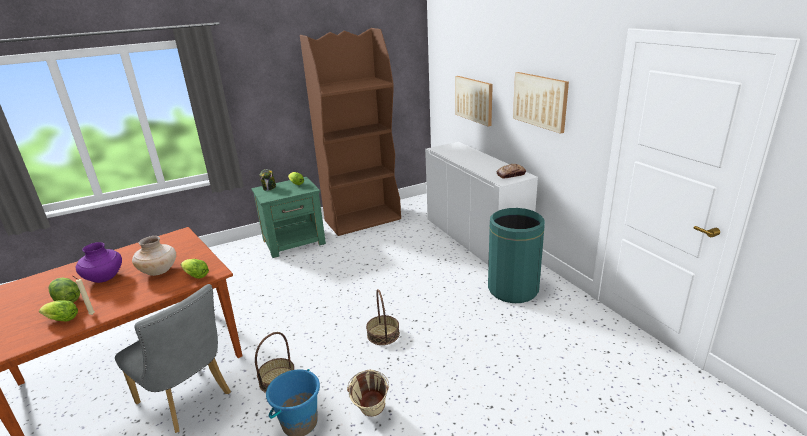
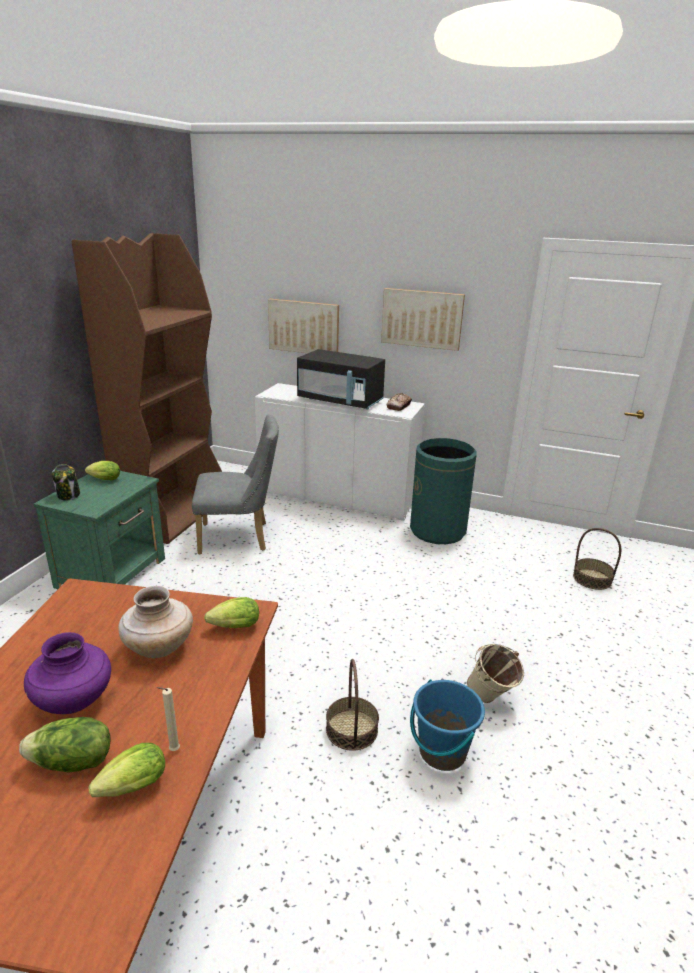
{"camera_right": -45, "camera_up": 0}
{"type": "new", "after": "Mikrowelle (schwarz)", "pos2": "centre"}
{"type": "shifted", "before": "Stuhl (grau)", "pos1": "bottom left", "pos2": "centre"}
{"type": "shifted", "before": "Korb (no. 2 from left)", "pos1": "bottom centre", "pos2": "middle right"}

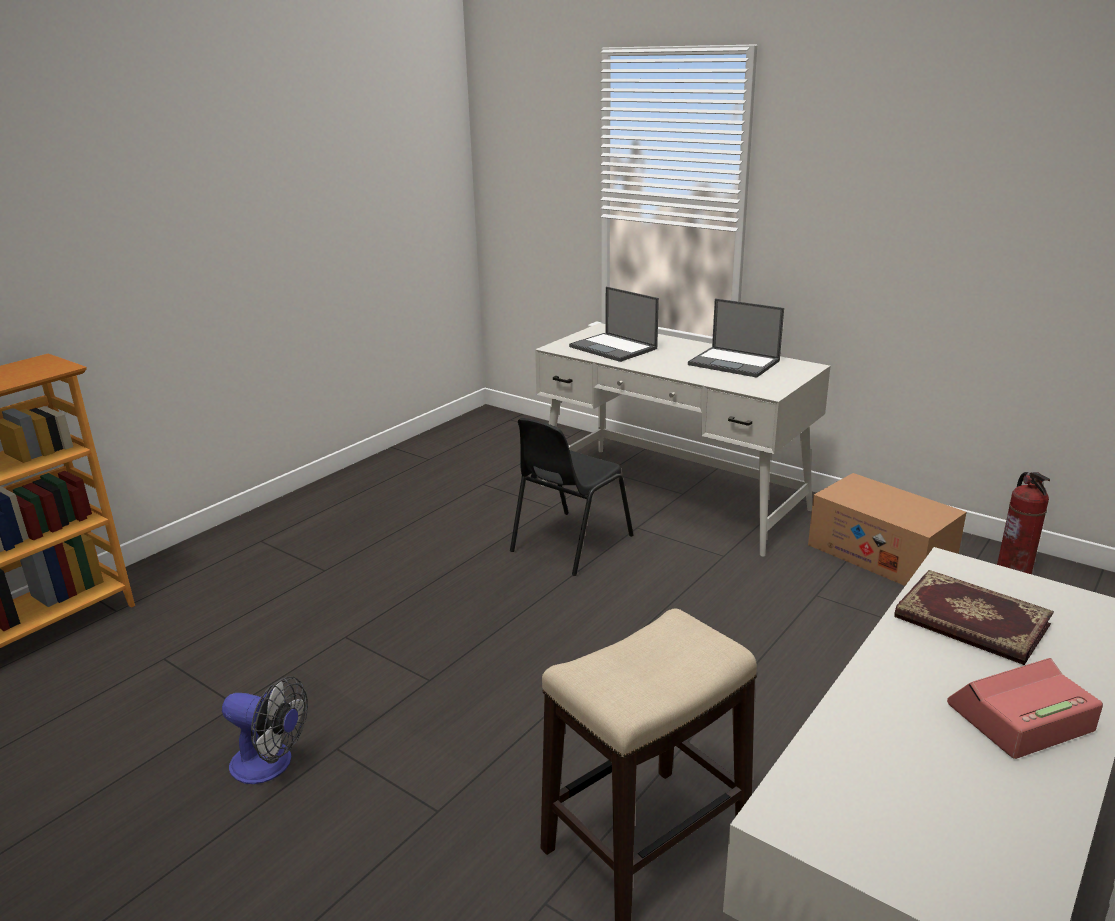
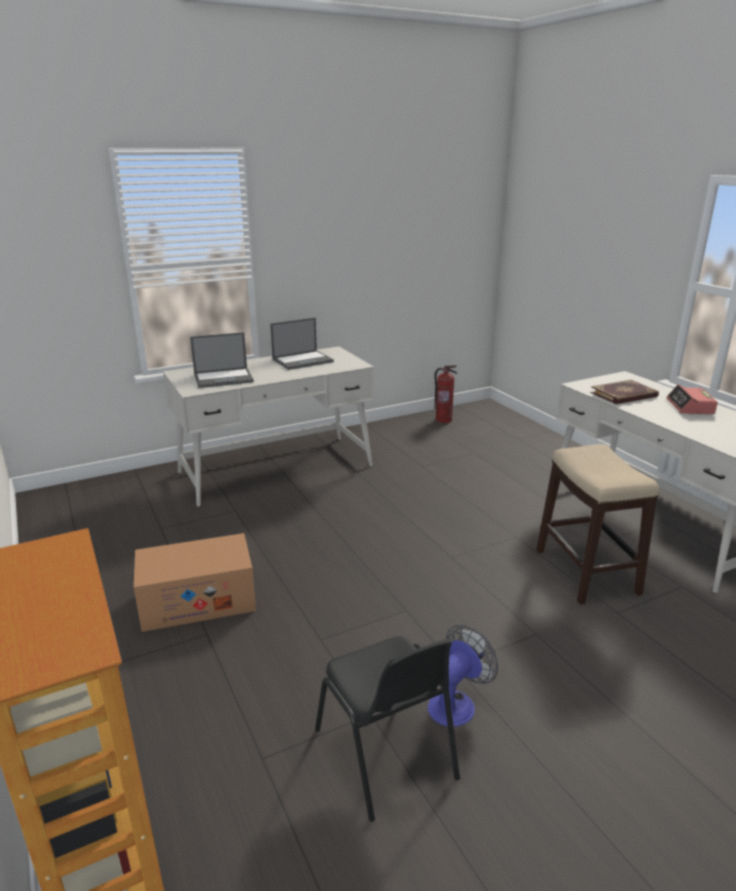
{"camera_right": -65, "camera_up": 0}
{"type": "shifted", "before": "Stuhl (schwarz)", "pos1": "centre", "pos2": "bottom centre"}
{"type": "shifted", "before": "Karton", "pos1": "middle right", "pos2": "middle left"}

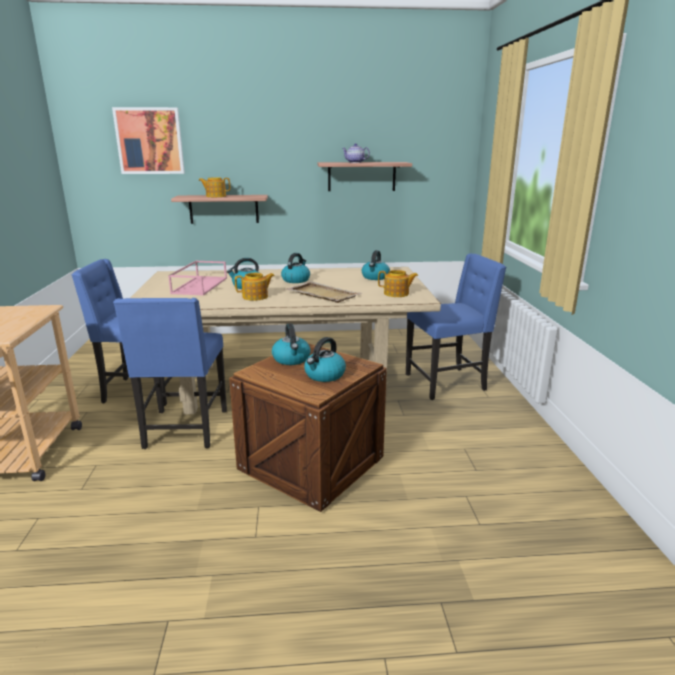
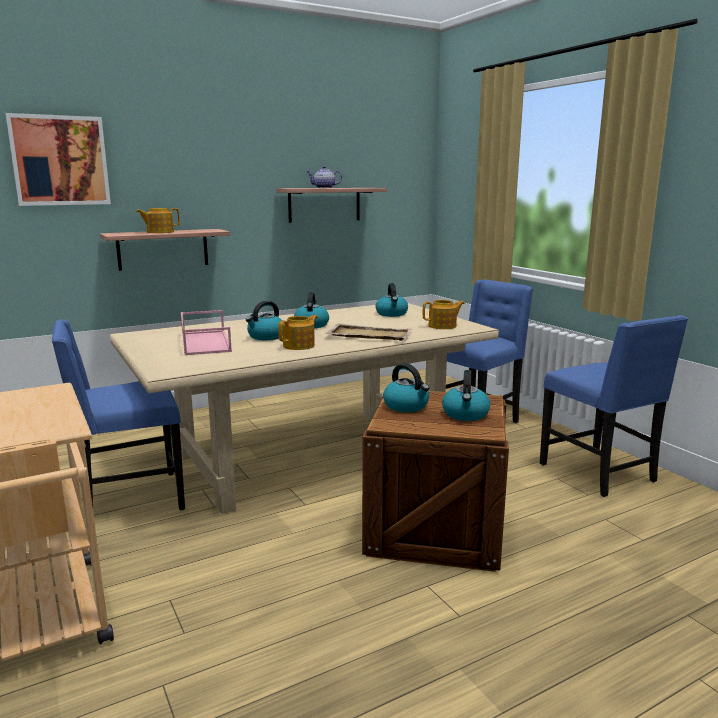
{"camera_right": -25, "camera_up": -5}
{"type": "shifted", "before": "Stuhl (blau) (no. 2 from left in the first image)", "after": "Stuhl (blau) (no. 3 from left)", "pos1": "middle left", "pos2": "middle right"}

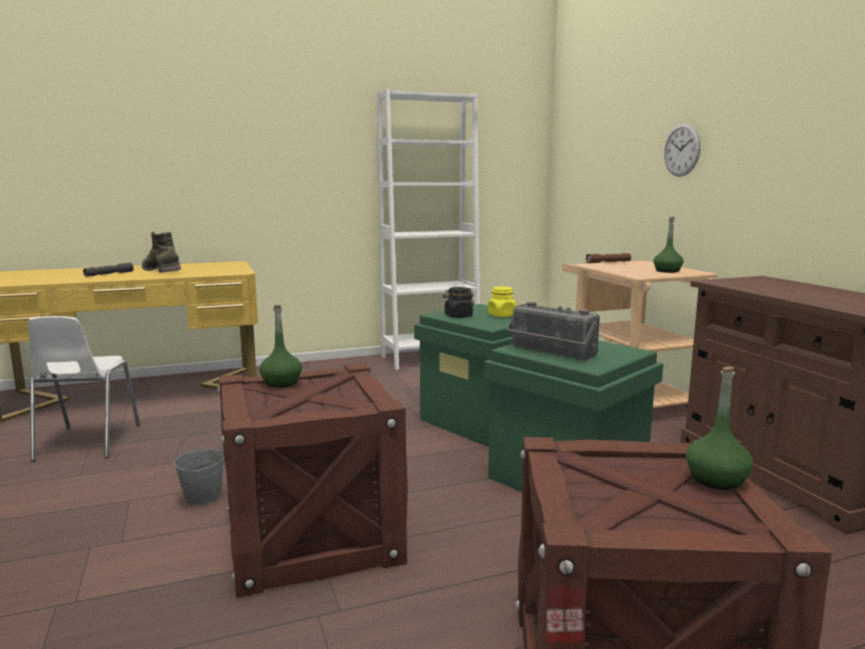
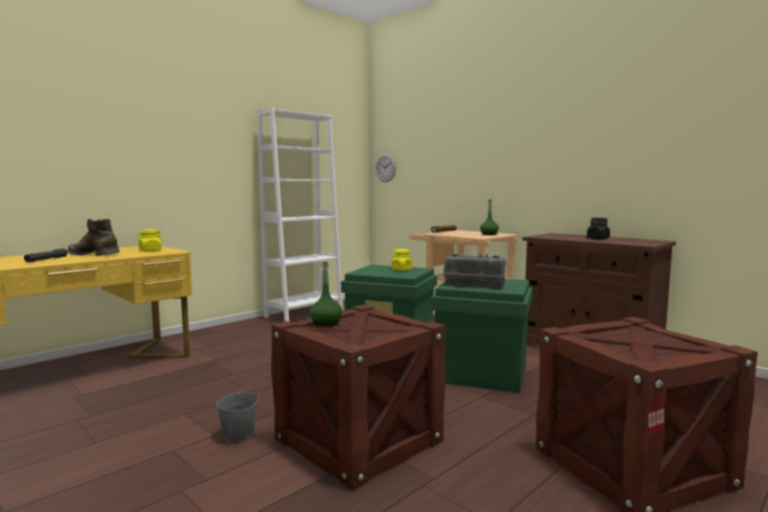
{"camera_right": -25, "camera_up": -5}
{"type": "gone", "before": "Stuhl (weiß)", "pos1": "middle left"}
{"type": "gone", "before": "Flasche (grün) (no. 3 from left)", "pos1": "middle right"}
{"type": "new", "after": "Vorratsglas (gelb) (no. 1 from left)", "pos2": "middle left"}
{"type": "shifted", "before": "Vorratsglas (schwarz)", "pos1": "centre", "pos2": "middle right"}
{"type": "shifted", "before": "Wanduhr", "pos1": "top right", "pos2": "top centre"}

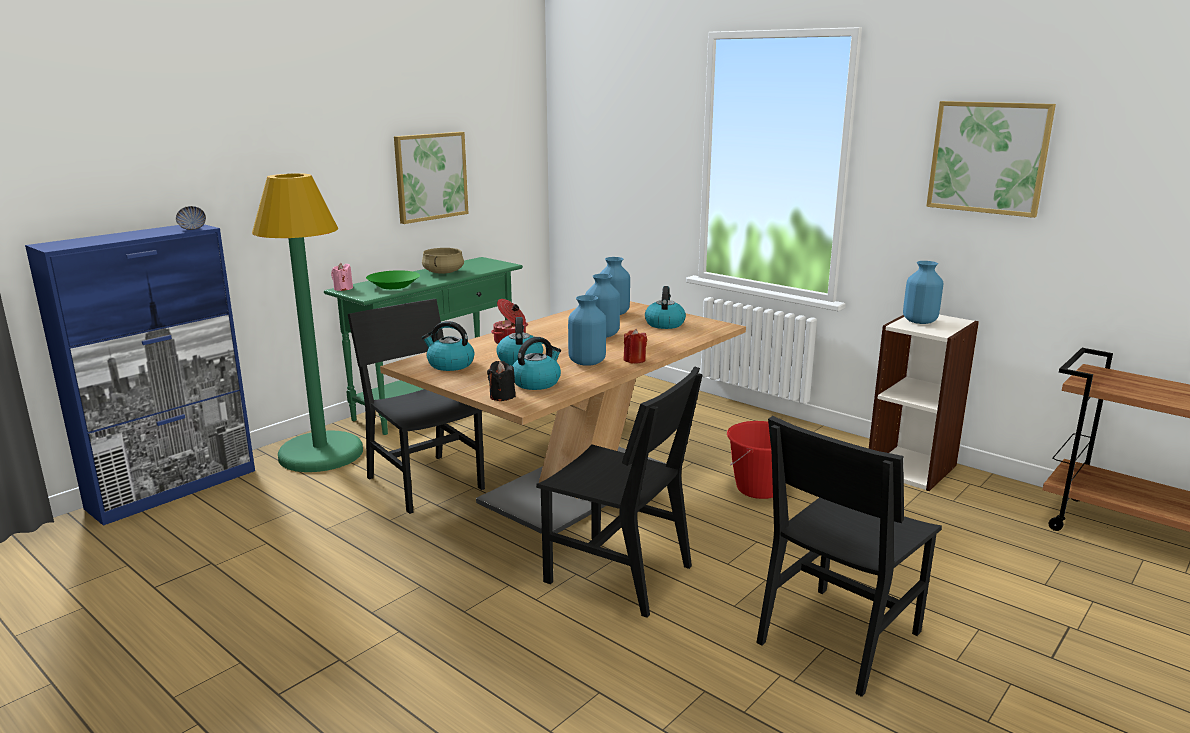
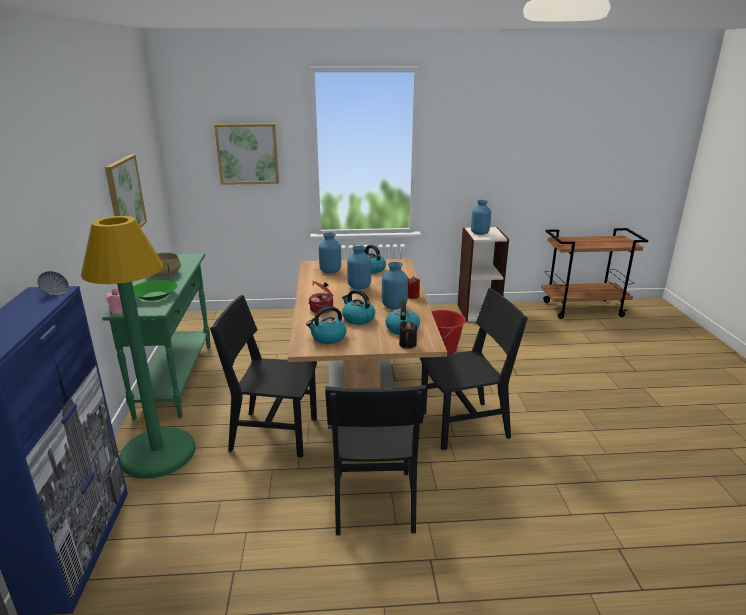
{"camera_right": -45, "camera_up": 5}
{"type": "shifted", "before": "Stuhl (schwarz) (no. 3 from left in the first image)", "after": "Stuhl (schwarz) (no. 2 from left)", "pos1": "bottom right", "pos2": "bottom centre"}
{"type": "shifted", "before": "Bild (no. 2 from left)", "pos1": "top right", "pos2": "top left"}

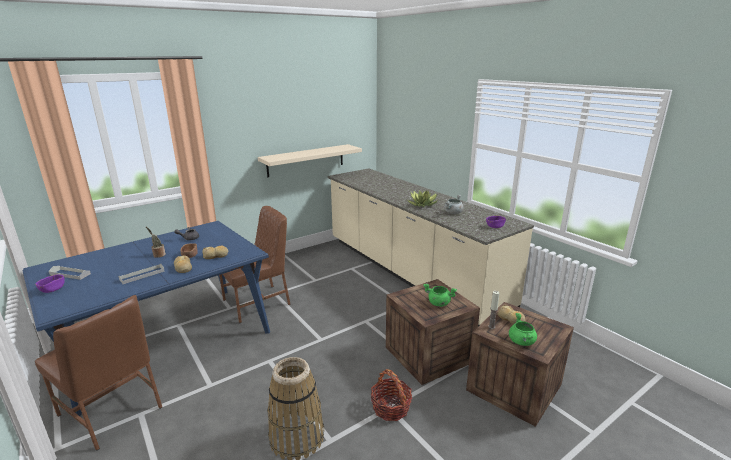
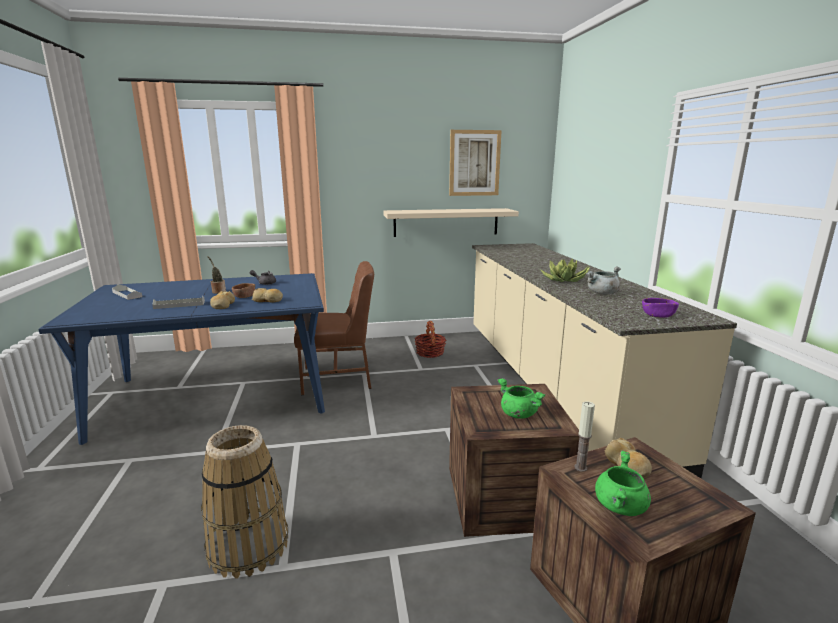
{"camera_right": 25, "camera_up": -5}
{"type": "gone", "before": "Stuhl (braun) (no. 1 from left)", "pos1": "bottom left"}
{"type": "gone", "before": "Schüssel (lila) (no. 1 from left)", "pos1": "middle left"}
{"type": "new", "after": "Bild", "pos2": "top centre"}
{"type": "shifted", "before": "Korb (no. 2 from left)", "pos1": "bottom centre", "pos2": "centre"}

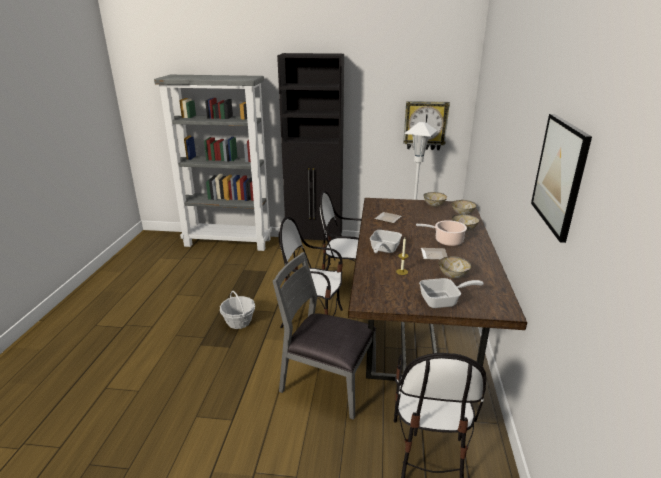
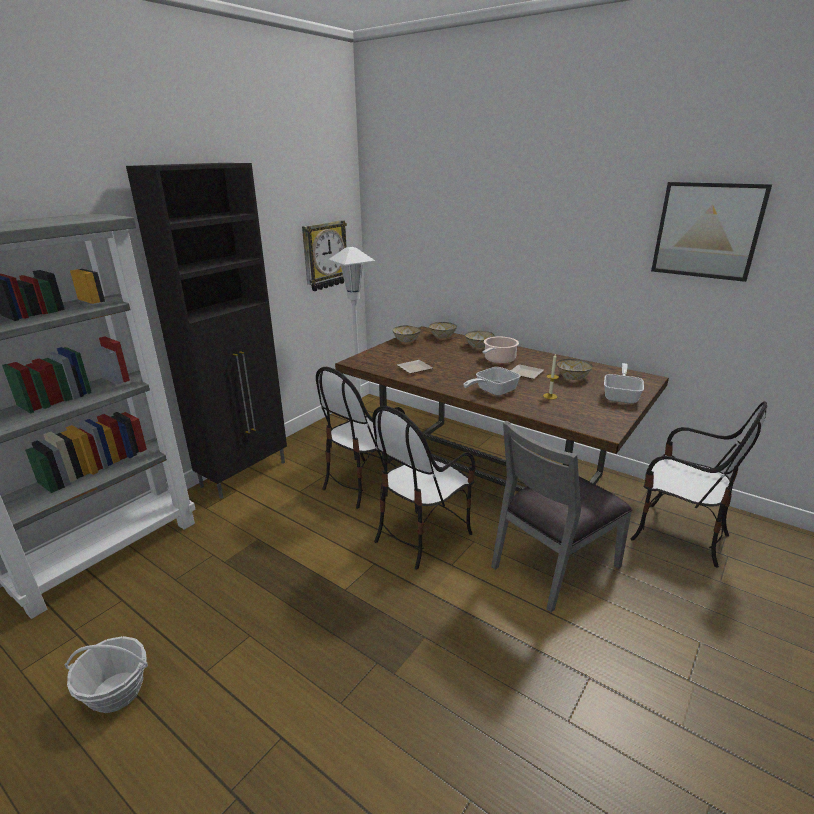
{"camera_right": -60, "camera_up": 0}
{"type": "shifted", "before": "Korb", "pos1": "centre", "pos2": "bottom left"}
{"type": "rotated", "before": "Pfanne (no. 1 from left)", "pos1": "centre", "pos2": "centre", "turn": 90}

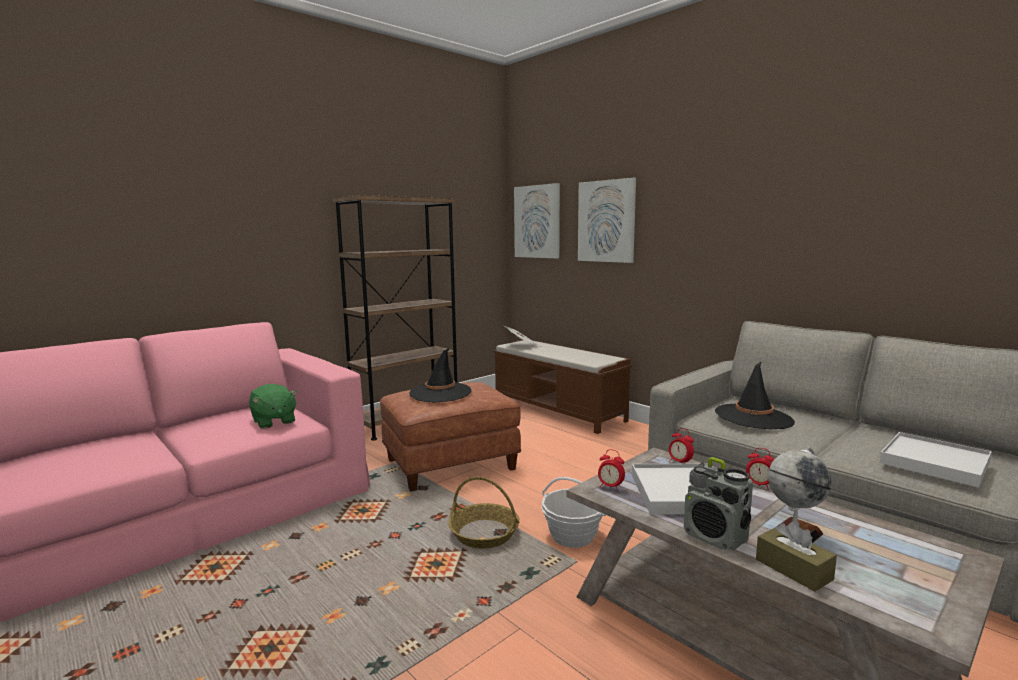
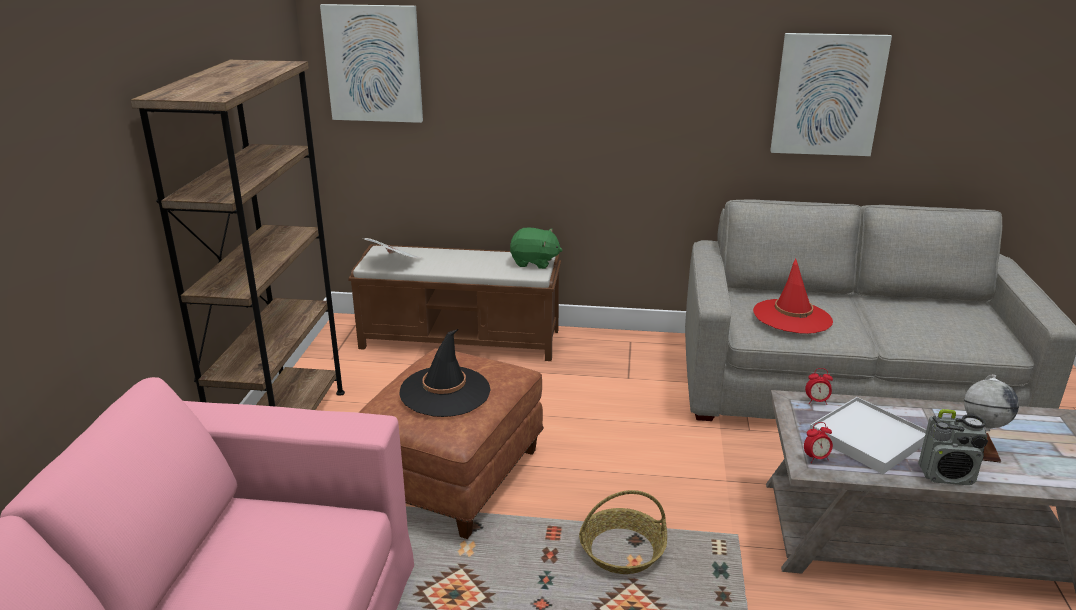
{"camera_right": -40, "camera_up": 15}
{"type": "gone", "before": "Korb (no. 2 from left)", "pos1": "bottom centre"}
{"type": "gone", "before": "Wecker (no. 3 from left)", "pos1": "bottom right"}
{"type": "gone", "before": "Taschentuchbox (braun)", "pos1": "bottom right"}
{"type": "gone", "before": "Tablett (weiß) (no. 2 from left)", "pos1": "bottom right"}
{"type": "shifted", "before": "Plüschtier (grün)", "pos1": "middle left", "pos2": "centre"}
{"type": "shifted", "before": "Bild (no. 2 from left)", "pos1": "top centre", "pos2": "top right"}
{"type": "repainted", "before": "Hut (schwarz) (no. 2 from left)", "after": "Hut (rot)", "pos1": "middle right", "pos2": "middle right"}

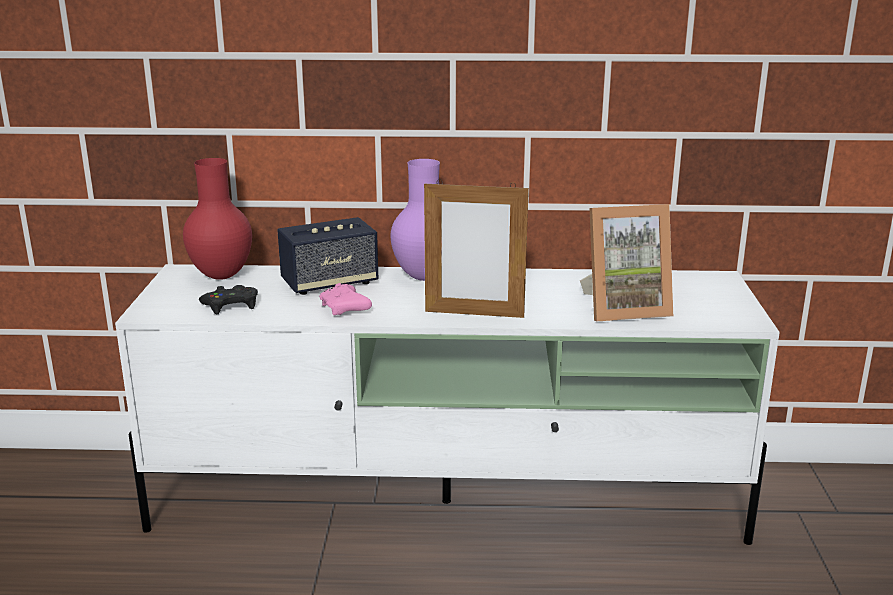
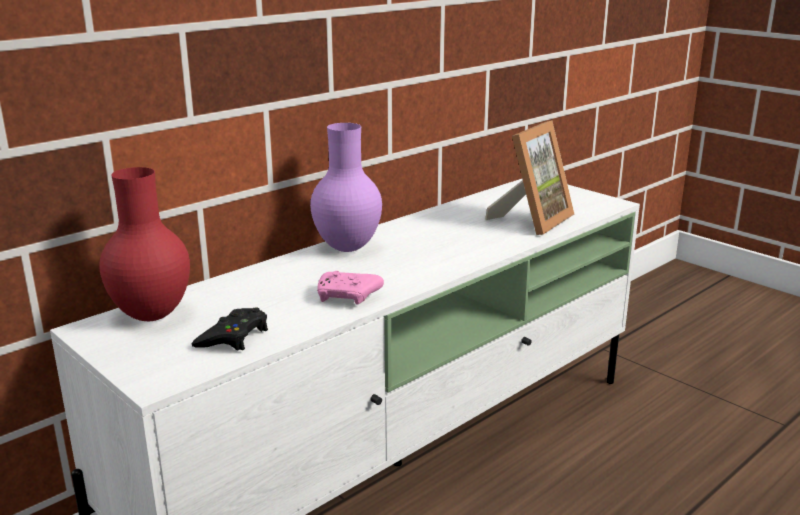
{"camera_right": -45, "camera_up": 0}
{"type": "gone", "before": "Lautsprecher", "pos1": "centre"}
{"type": "gone", "before": "Bilderrahmen (no. 1 from left)", "pos1": "centre"}

